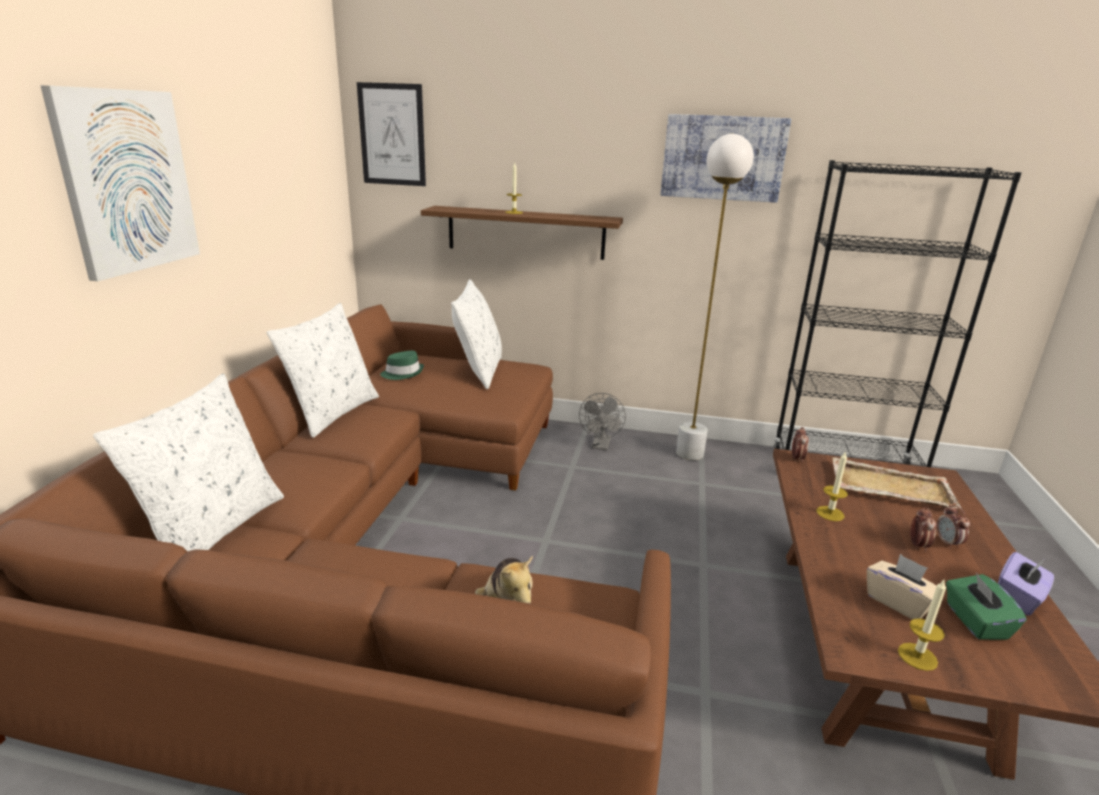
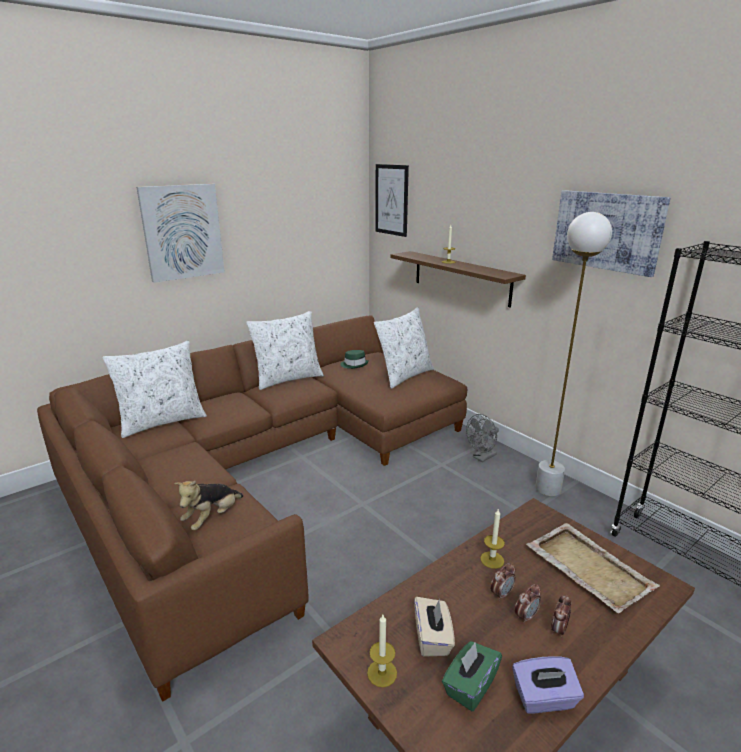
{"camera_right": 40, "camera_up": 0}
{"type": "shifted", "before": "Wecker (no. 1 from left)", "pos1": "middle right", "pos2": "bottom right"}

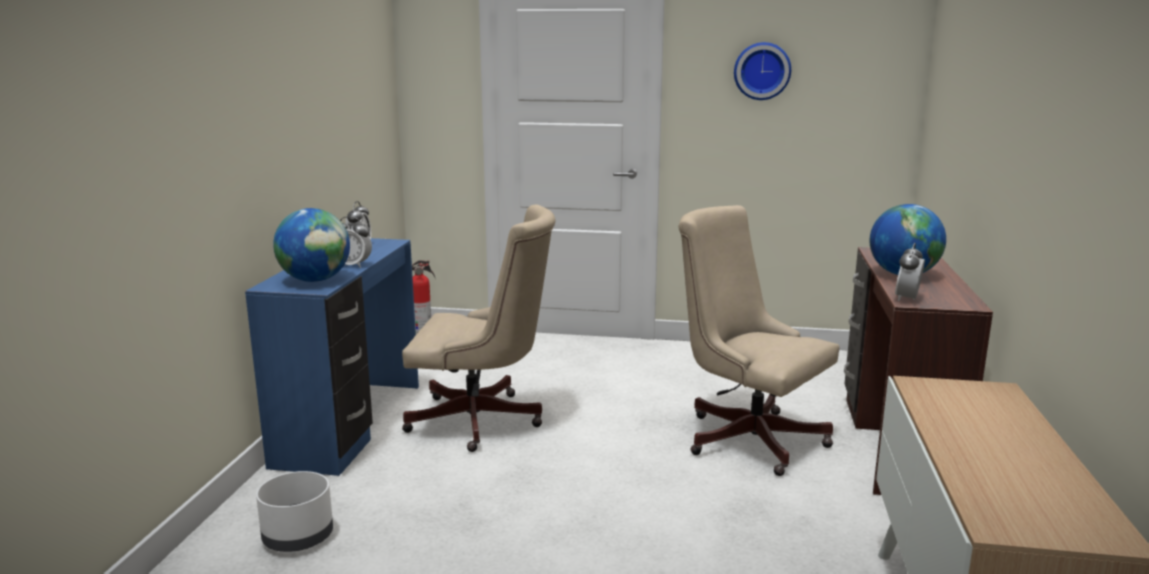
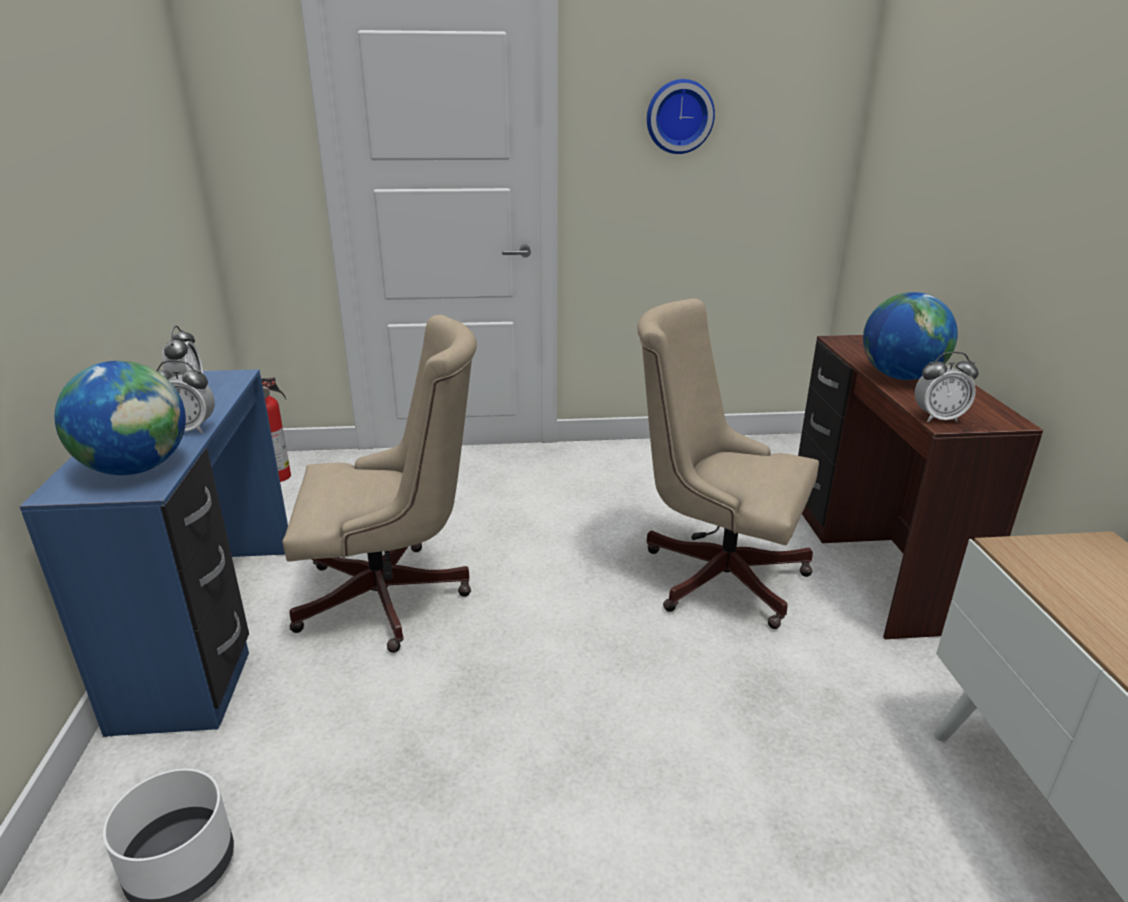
{"camera_right": -15, "camera_up": 10}
{"type": "rotated", "before": "Wecker (no. 3 from left)", "pos1": "middle right", "pos2": "middle right", "turn": -105}

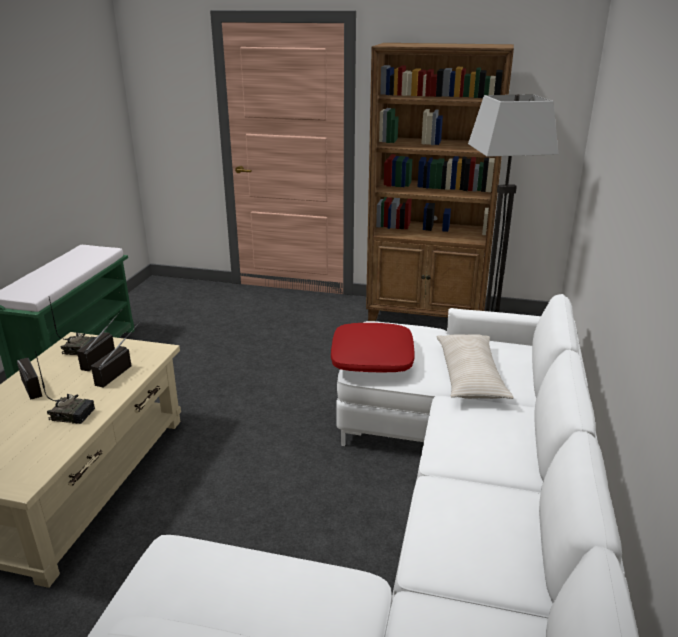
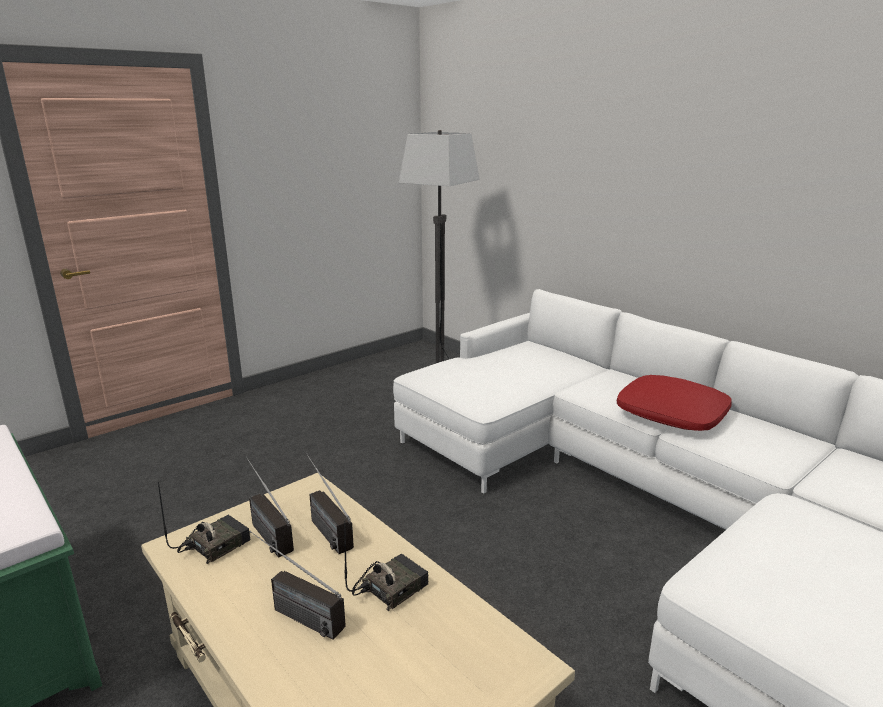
{"camera_right": -55, "camera_up": -5}
{"type": "gone", "before": "Bücherregal (braun)", "pos1": "top centre"}
{"type": "gone", "before": "Kissen (beige)", "pos1": "middle right"}
{"type": "shifted", "before": "Kissen (rot)", "pos1": "centre", "pos2": "middle right"}
{"type": "rotated", "before": "Radio (no. 1 from left in the first image)", "pos1": "middle left", "pos2": "bottom centre", "turn": -150}

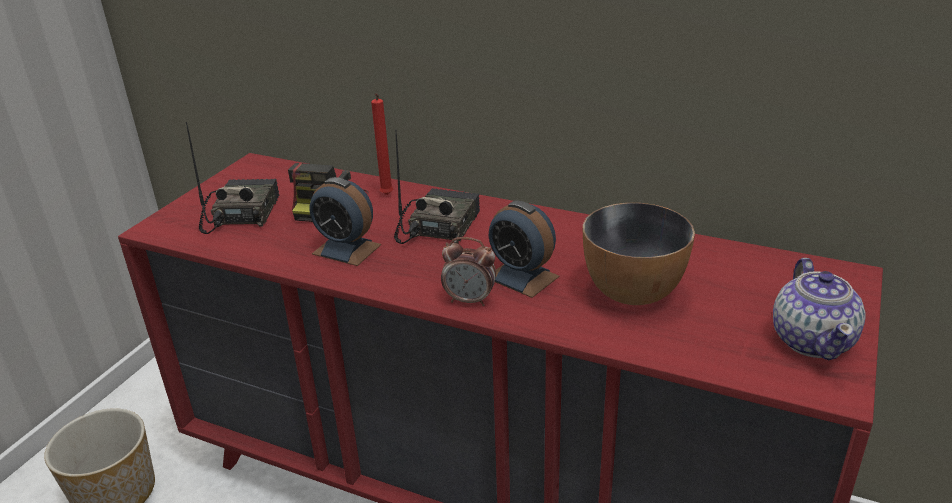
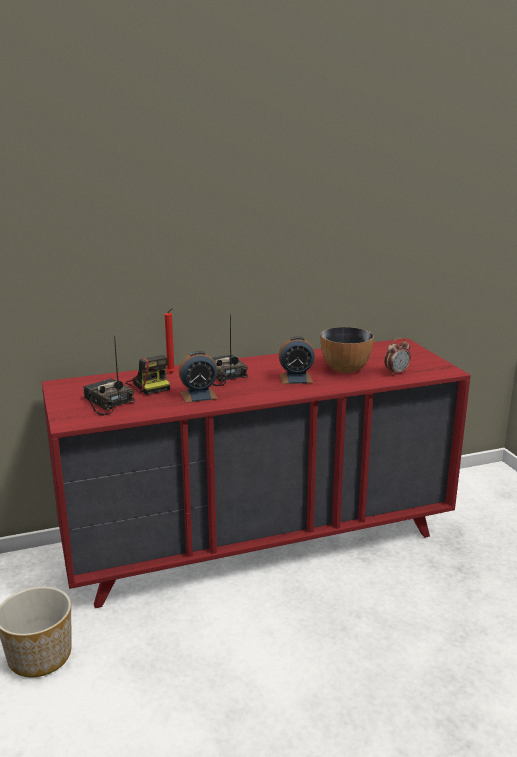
{"camera_right": -45, "camera_up": -10}
{"type": "gone", "before": "Teekanne", "pos1": "middle right"}
{"type": "shifted", "before": "Wecker (no. 2 from left in the first image)", "after": "Wecker (no. 3 from left)", "pos1": "centre", "pos2": "middle right"}

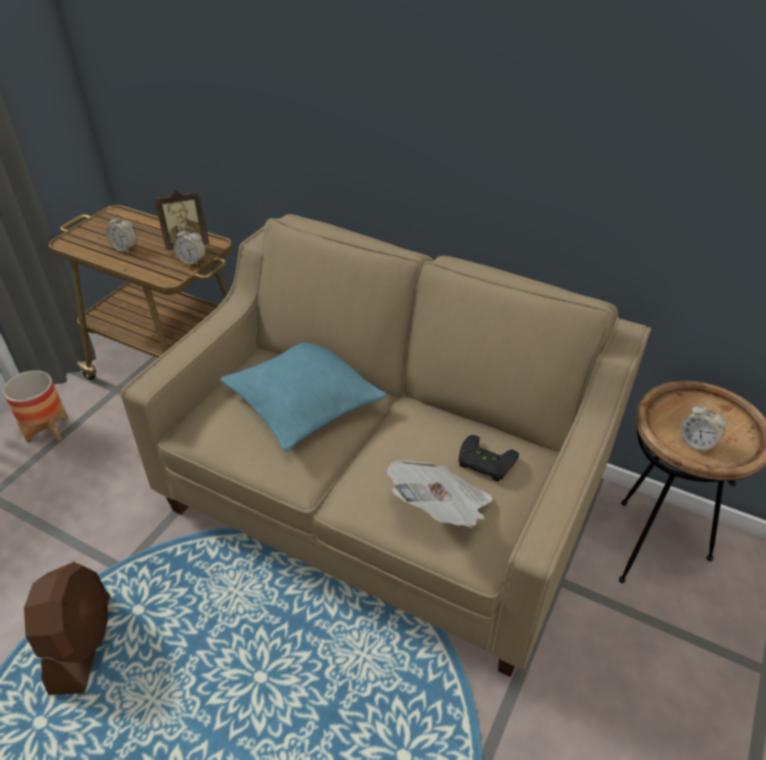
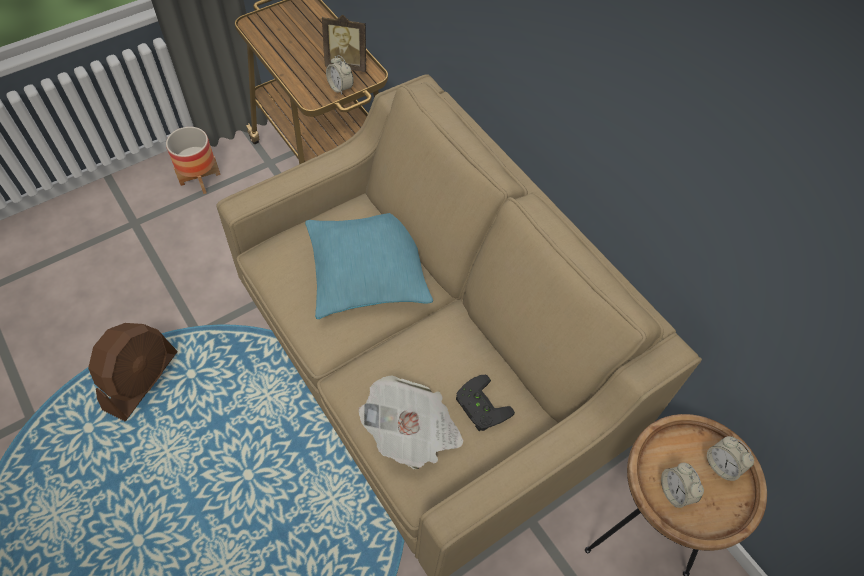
{"camera_right": 25, "camera_up": 15}
{"type": "shifted", "before": "Wecker (no. 1 from left in the first image)", "after": "Wecker (no. 3 from left)", "pos1": "top left", "pos2": "bottom right"}

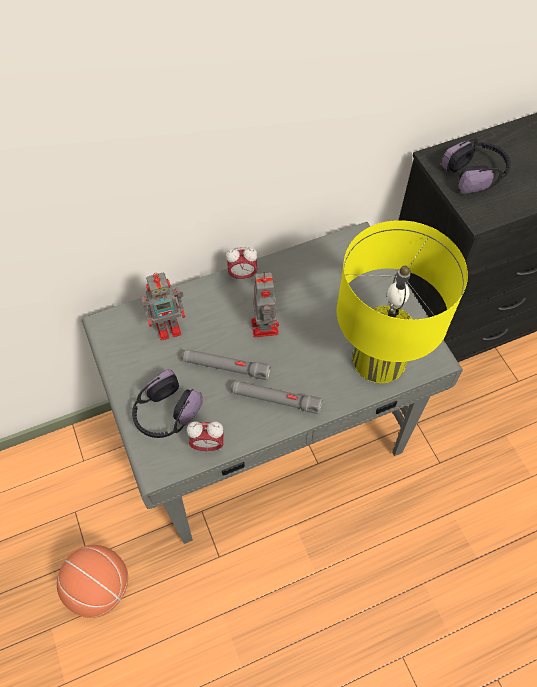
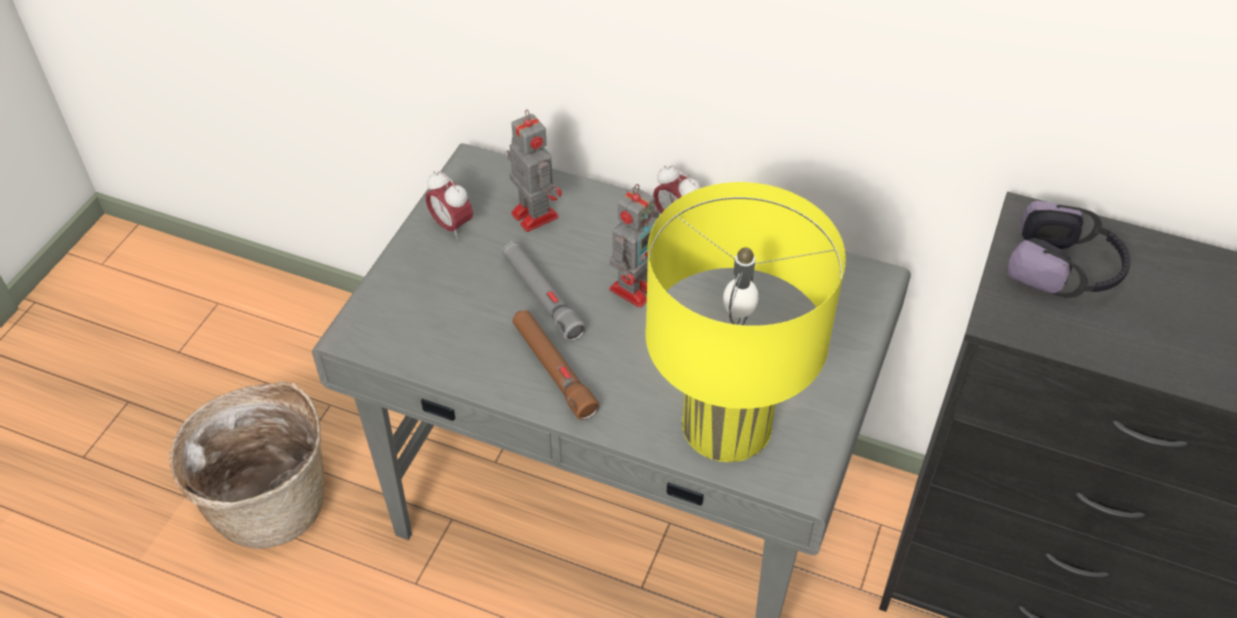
{"camera_right": 45, "camera_up": -10}
{"type": "gone", "before": "Kopfhörer (no. 1 from left)", "pos1": "middle left"}
{"type": "shifted", "before": "Wecker (no. 1 from left)", "pos1": "centre", "pos2": "top centre"}
{"type": "swapped", "before": "Basketball", "after": "Korb", "pos1": "bottom left", "pos2": "bottom left"}
{"type": "repainted", "before": "Taschenlampe (grau) (no. 2 from left)", "after": "Taschenlampe (braun)", "pos1": "centre", "pos2": "centre"}
{"type": "rotated", "before": "Spielzeugroboter (no. 1 from left)", "pos1": "middle left", "pos2": "top centre", "turn": -150}

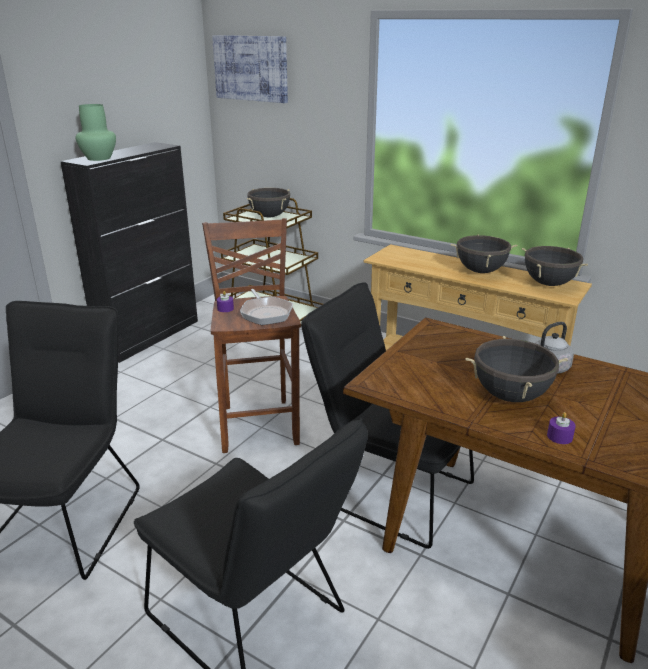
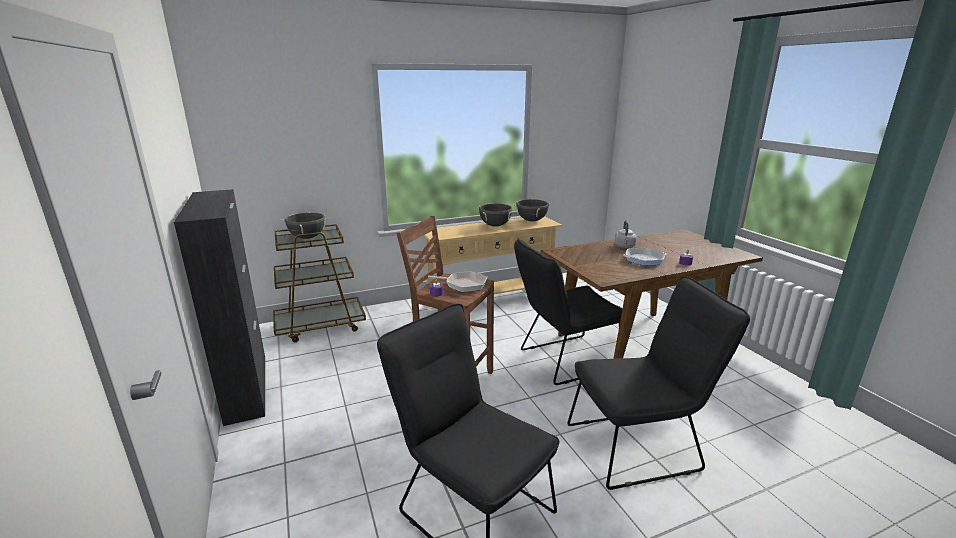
{"camera_right": -55, "camera_up": -5}
{"type": "gone", "before": "Vase (grün)", "pos1": "top left"}
{"type": "gone", "before": "Bild", "pos1": "top centre"}
{"type": "swapped", "before": "Kochtopf (schwarz) (no. 3 from left)", "after": "Pfanne (no. 2 from left)", "pos1": "middle right", "pos2": "middle right"}

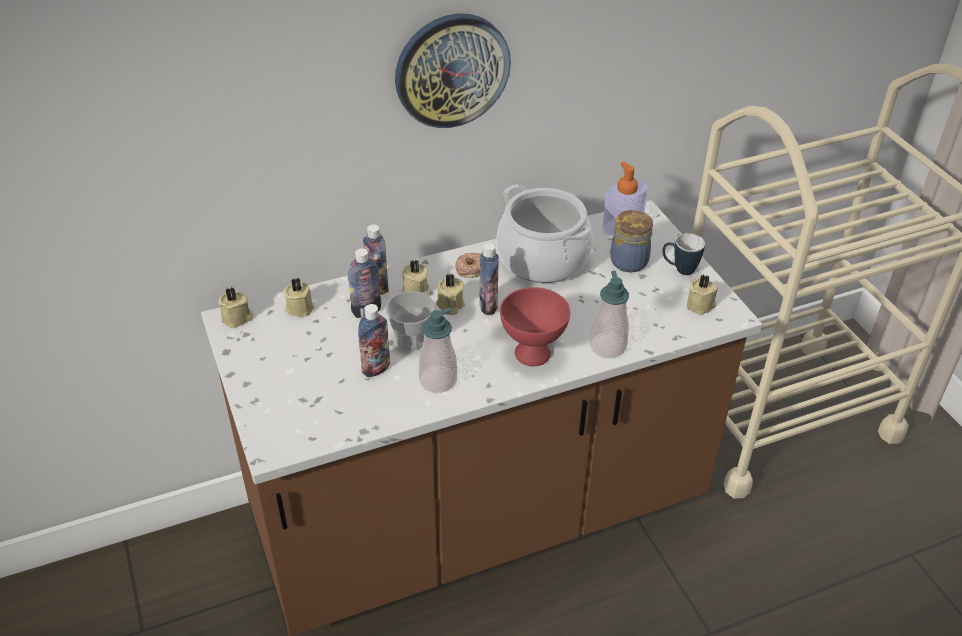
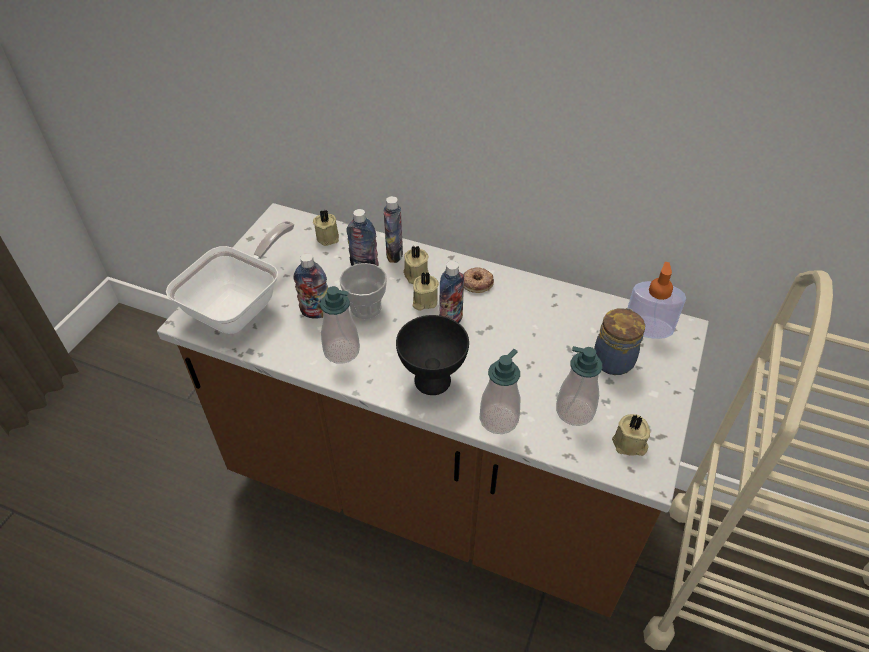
{"camera_right": 45, "camera_up": 5}
{"type": "gone", "before": "Kerze (beige) (no. 1 from left)", "pos1": "middle left"}
{"type": "gone", "before": "Wanduhr", "pos1": "top centre"}
{"type": "gone", "before": "Kochtopf", "pos1": "centre"}
{"type": "gone", "before": "Henkelbecher", "pos1": "middle right"}
{"type": "new", "after": "Pfanne", "pos2": "middle left"}
{"type": "new", "after": "Seifenspender (no. 3 from left)", "pos2": "centre"}
{"type": "repainted", "before": "Schüssel (rot)", "after": "Schüssel (schwarz)", "pos1": "centre", "pos2": "centre"}

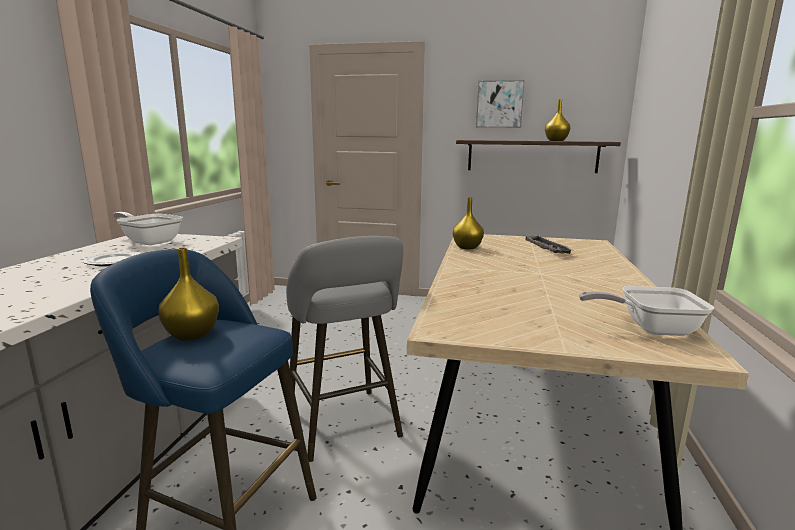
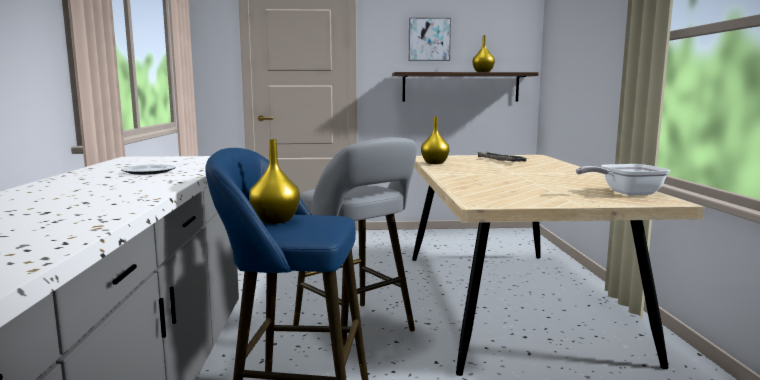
{"camera_right": -15, "camera_up": -5}
{"type": "gone", "before": "Pfanne (no. 1 from left)", "pos1": "middle left"}

